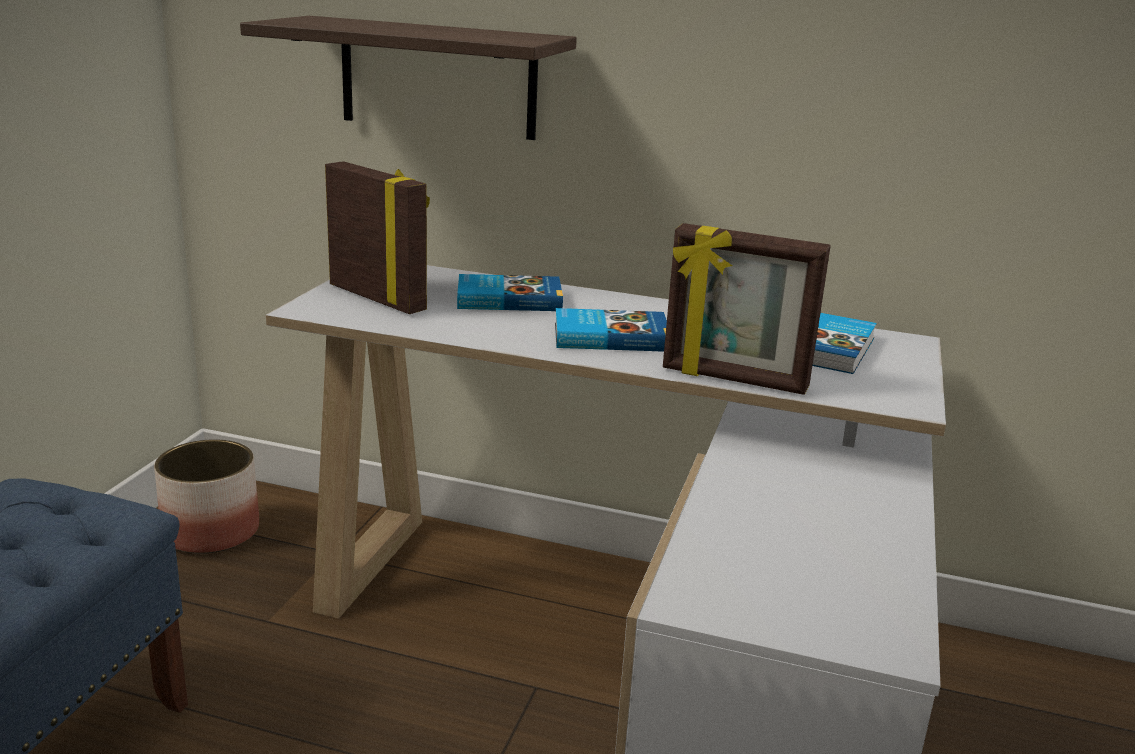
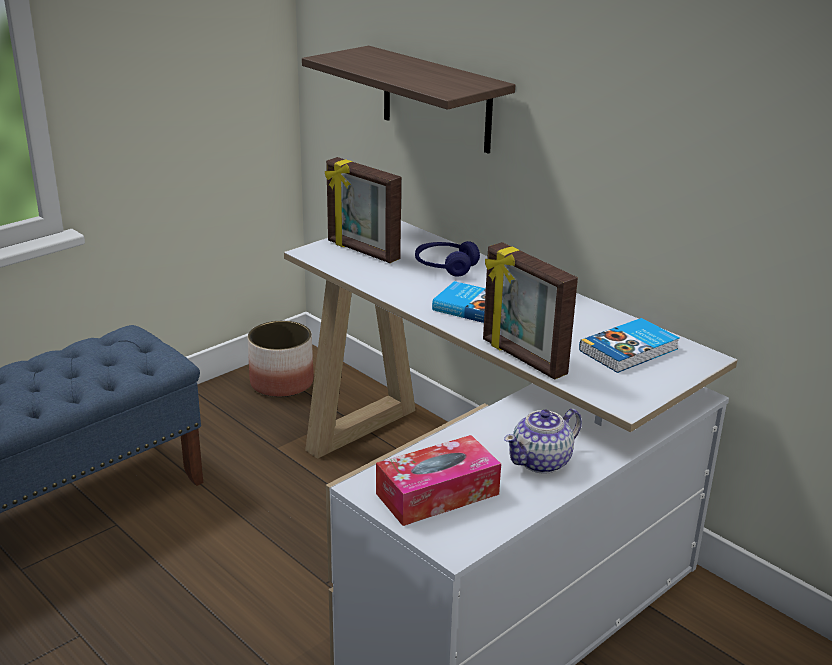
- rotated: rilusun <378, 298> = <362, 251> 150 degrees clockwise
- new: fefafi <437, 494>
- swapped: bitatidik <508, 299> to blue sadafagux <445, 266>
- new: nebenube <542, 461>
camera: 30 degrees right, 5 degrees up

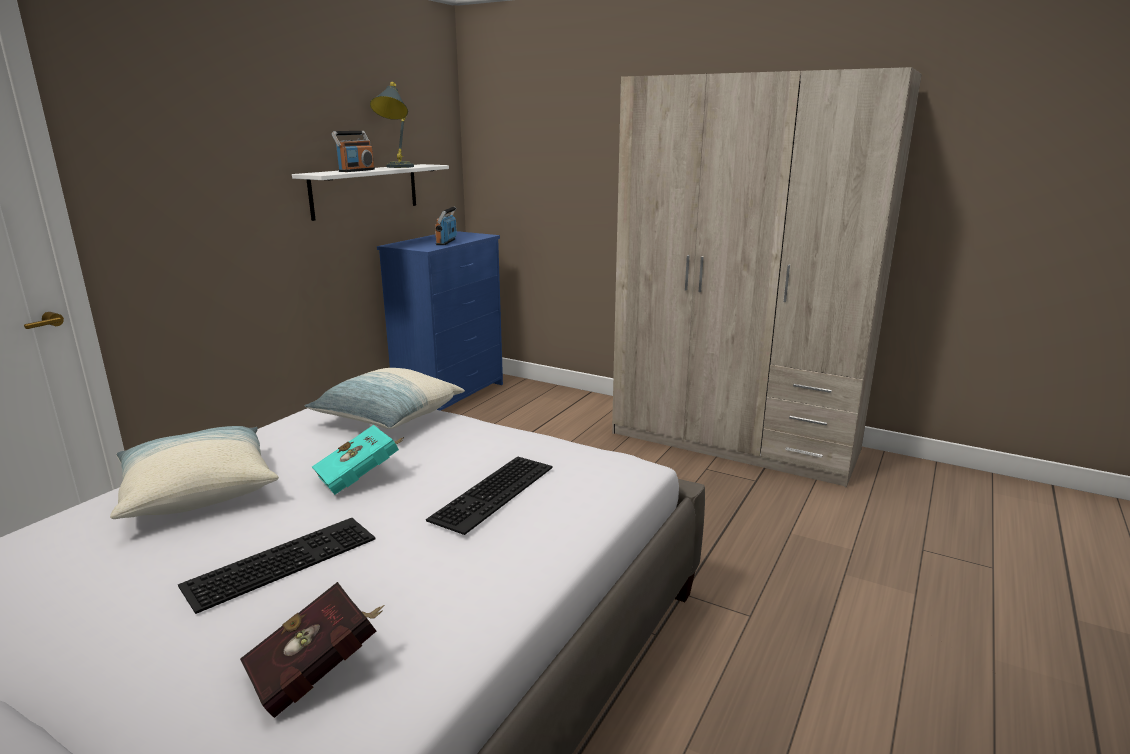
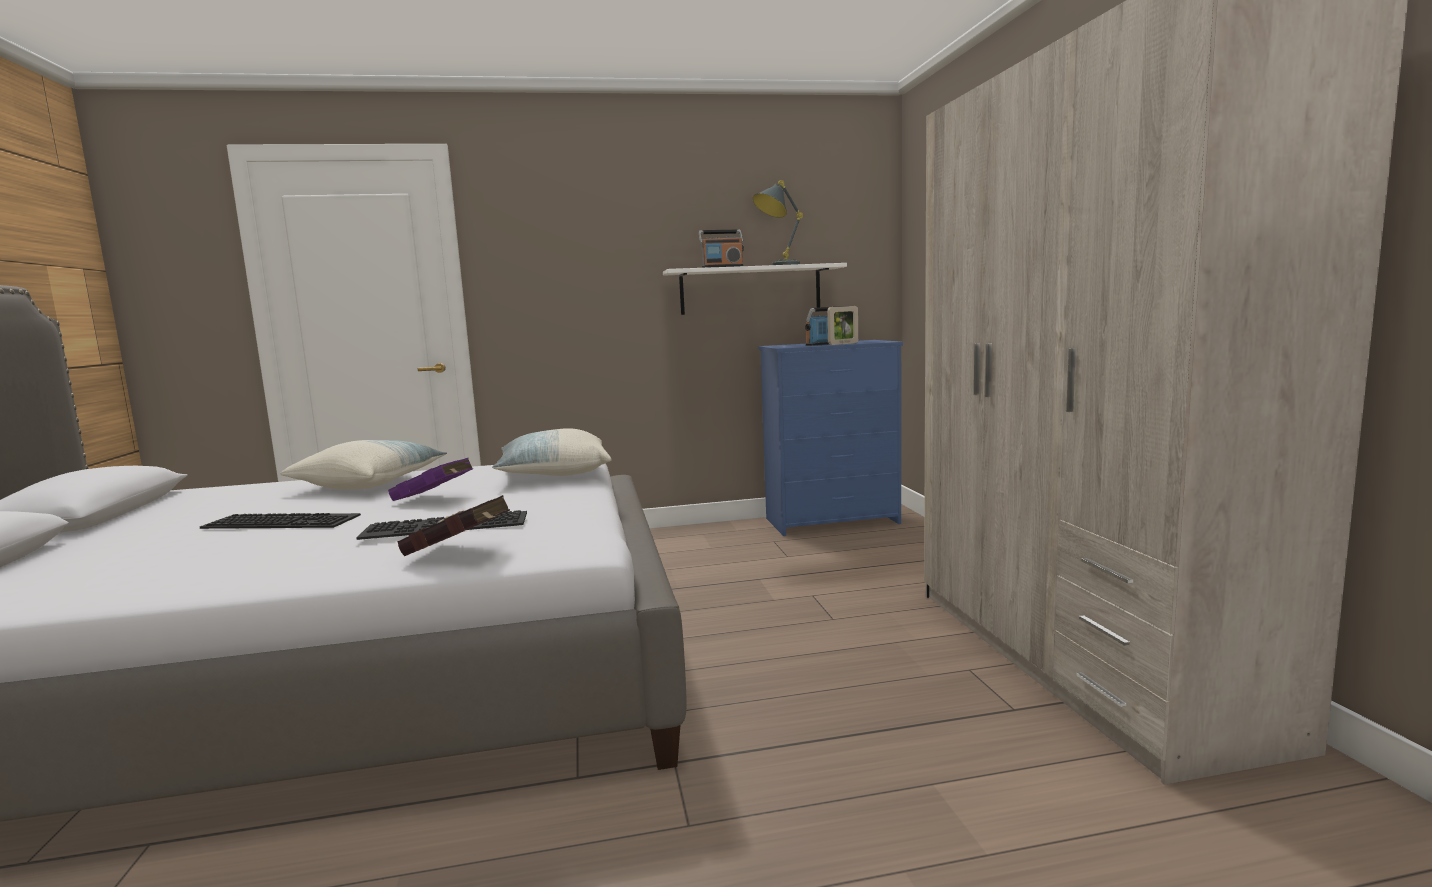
- repainted: turquoise bitatidik <361, 477> to purple bitatidik <435, 498>
- shifted: red bitatidik <319, 671> to <461, 551>
- new: rilusun <843, 344>
camera: 50 degrees right, 10 degrees down

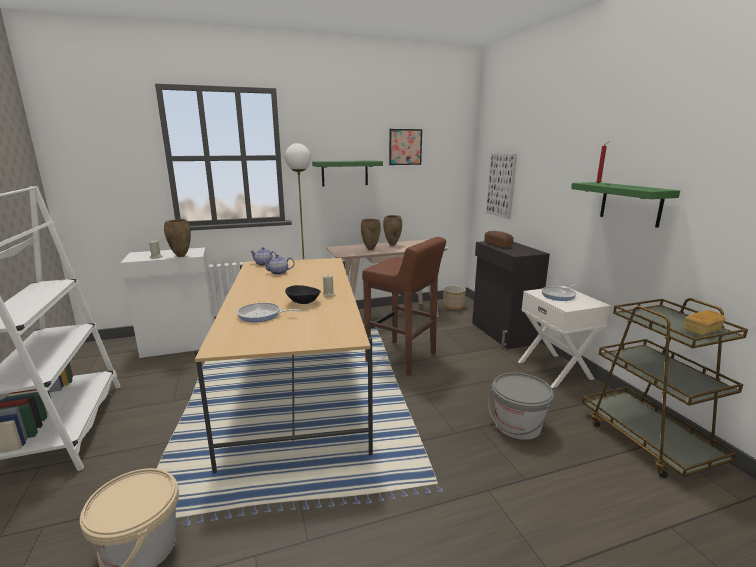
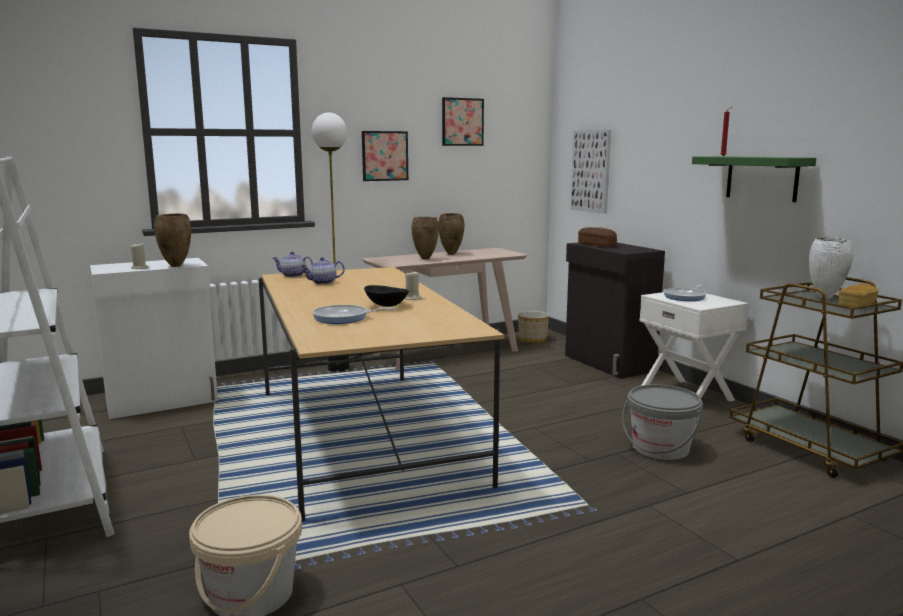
- swapped: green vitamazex <344, 173> to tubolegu <385, 156>
- new: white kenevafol <826, 298>
- gone: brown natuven <402, 358>
camera: 10 degrees left, 5 degrees down

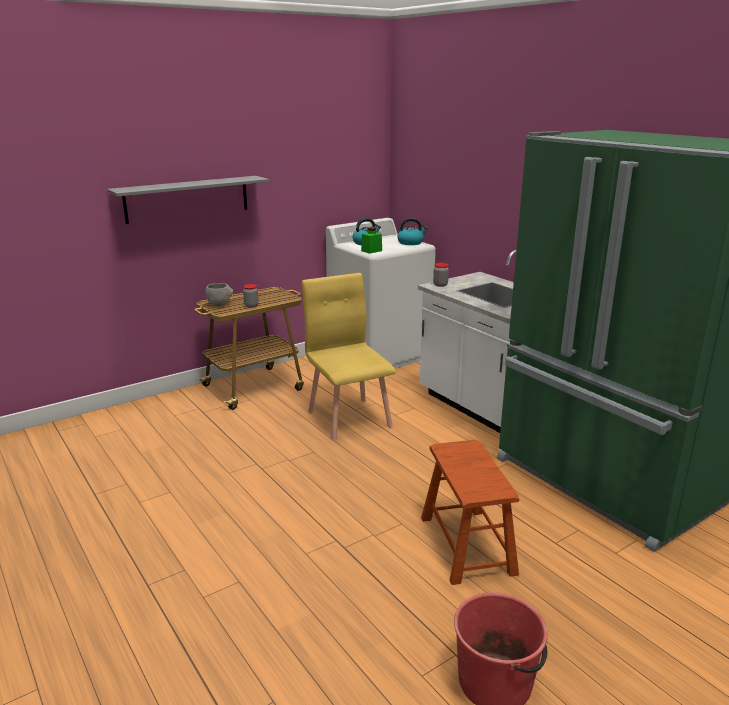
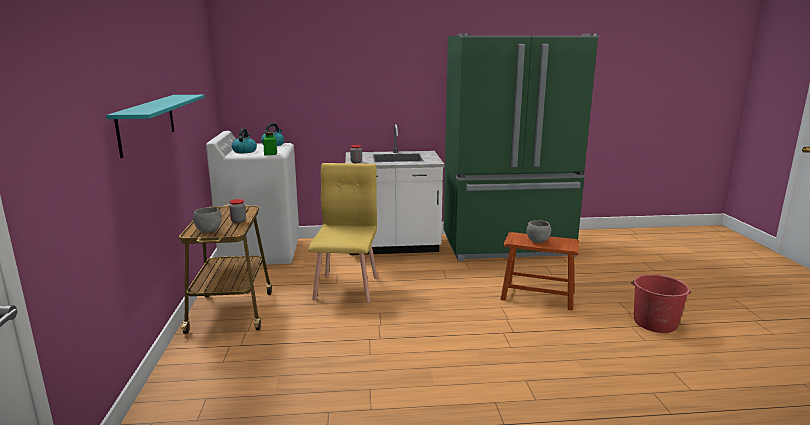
- repainted: grey vitamazex <187, 199> to turquoise vitamazex <147, 123>
- rotated: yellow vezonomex <349, 418> = <347, 288> 90 degrees clockwise
- new: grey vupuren <537, 241>
camera: 60 degrees left, 5 degrees down

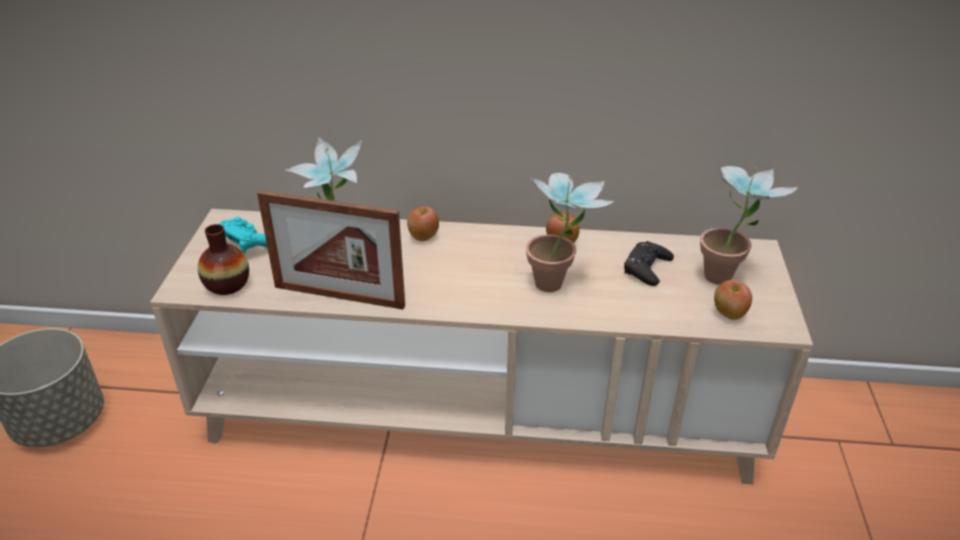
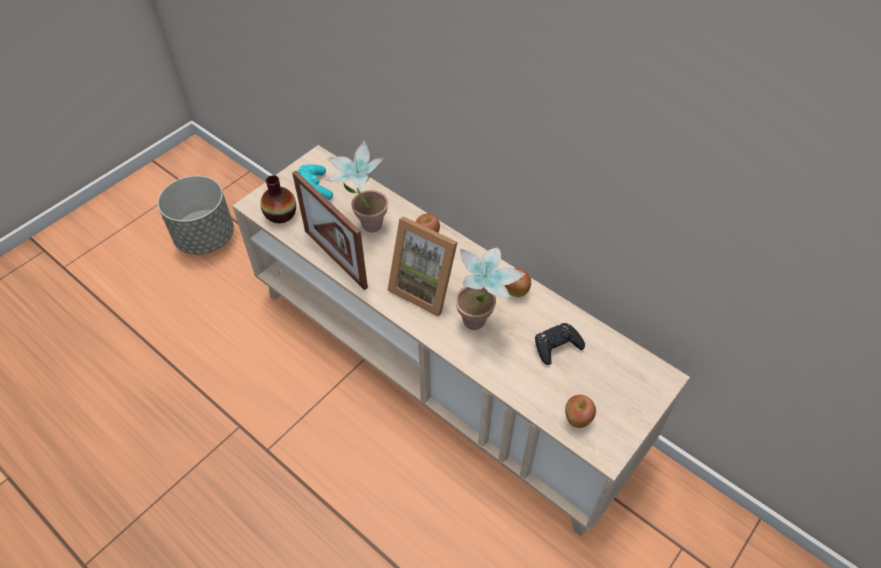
- new: rilusun <426, 287>
- gone: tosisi <727, 275>
camera: 35 degrees right, 15 degrees up

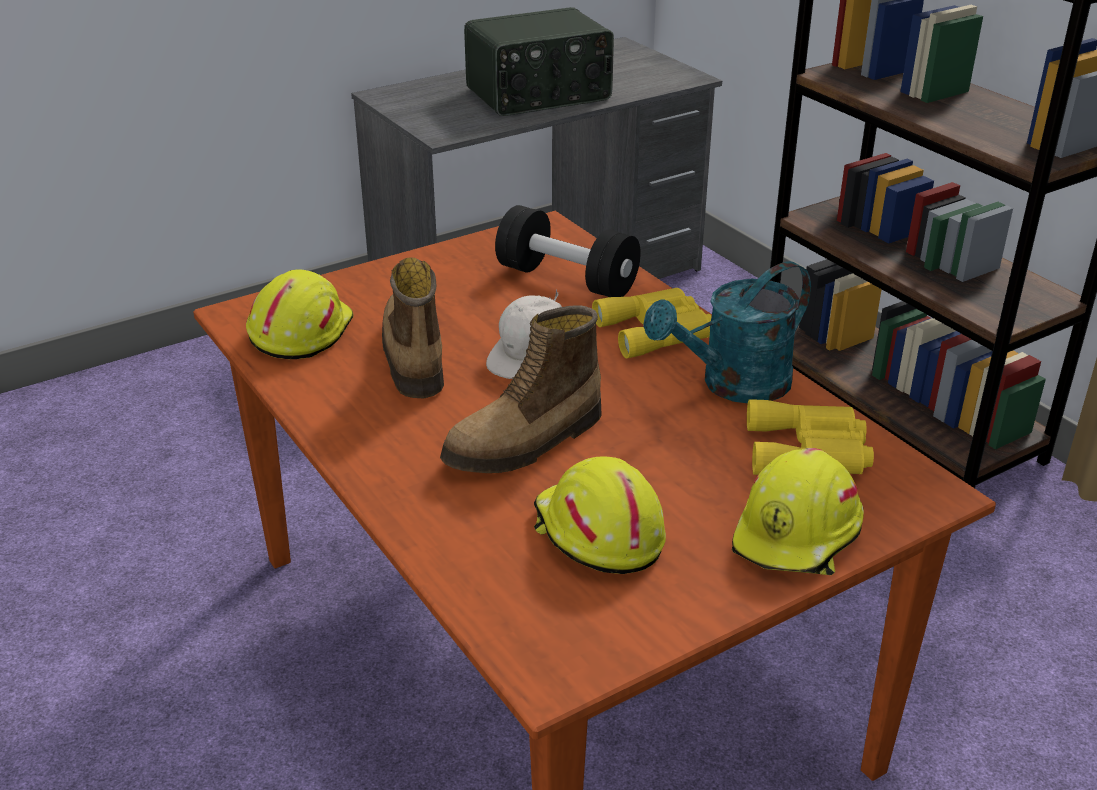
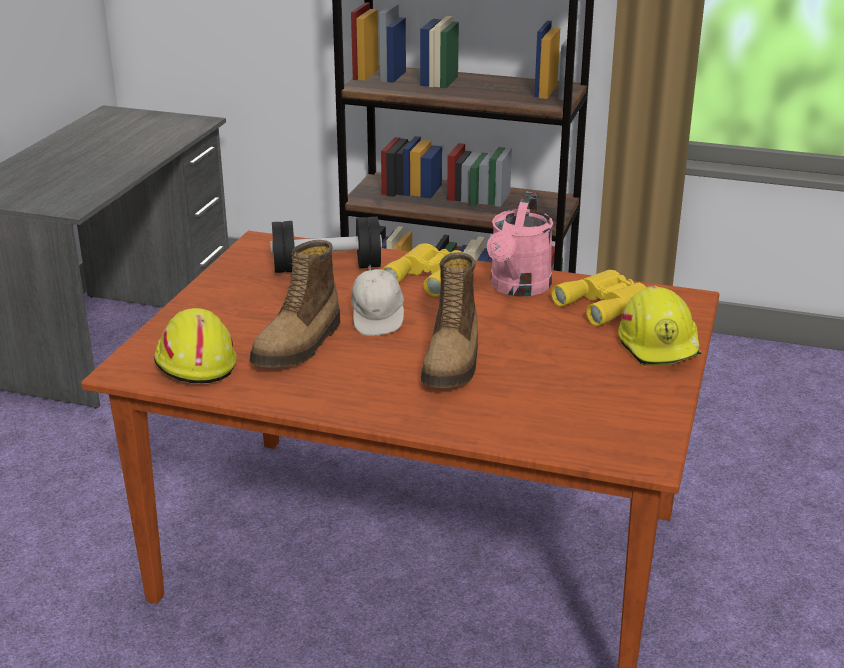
- rotated: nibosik <412, 355> = <299, 345> 105 degrees counterclockwise
- repainted: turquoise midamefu <733, 386> to pink midamefu <518, 288>
- gone: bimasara <539, 95>
- gone: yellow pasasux <597, 534>
camera: 40 degrees left, 5 degrees down

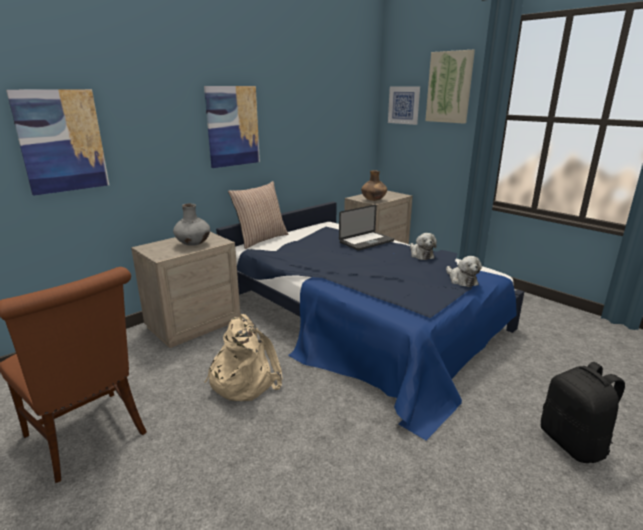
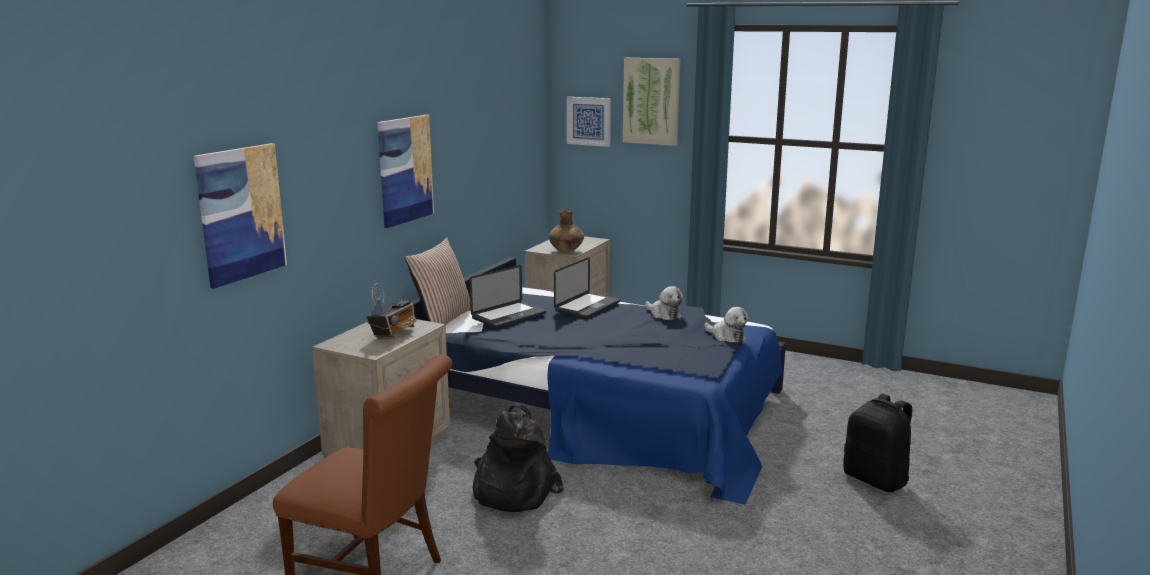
- swapped: grey kenevafol <193, 244> to bimasara <394, 333>
- new: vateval <509, 316>
- repainted: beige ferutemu <244, 380> to black ferutemu <511, 492>
camera: 20 degrees left, 5 degrees down

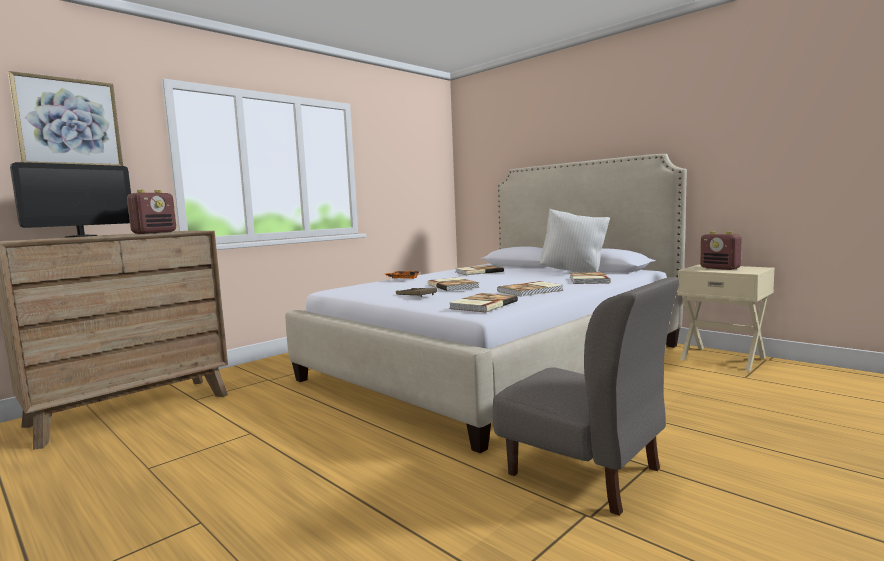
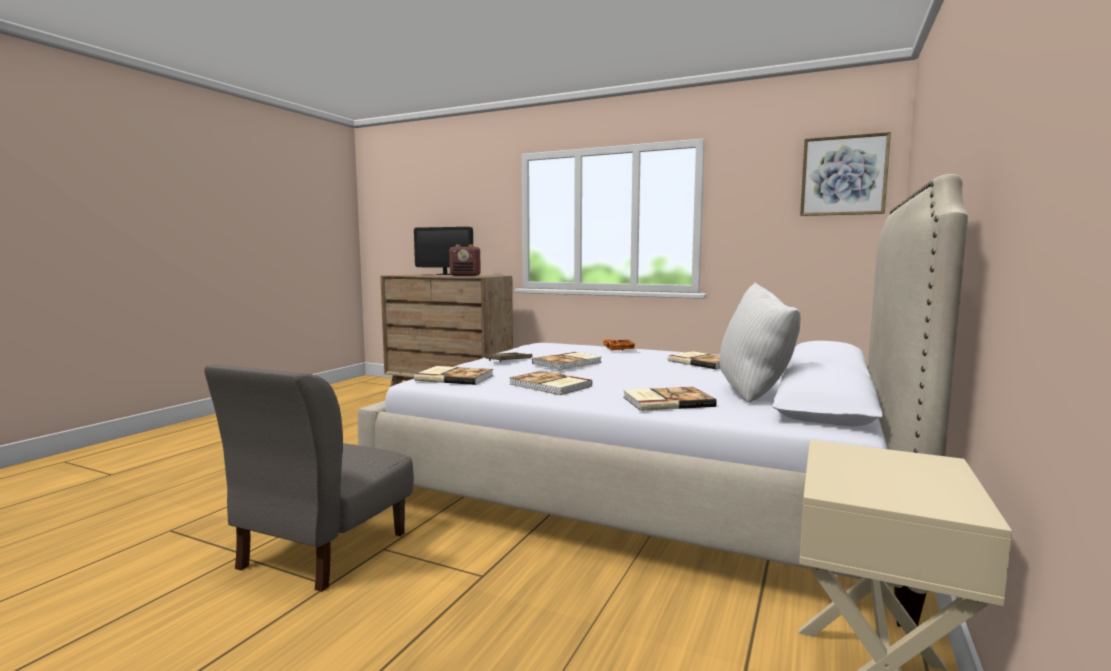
- shifted: tubolegu <68, 123> to <843, 175>
- gone: bimasara <720, 268>
camera: 70 degrees right, 0 degrees up

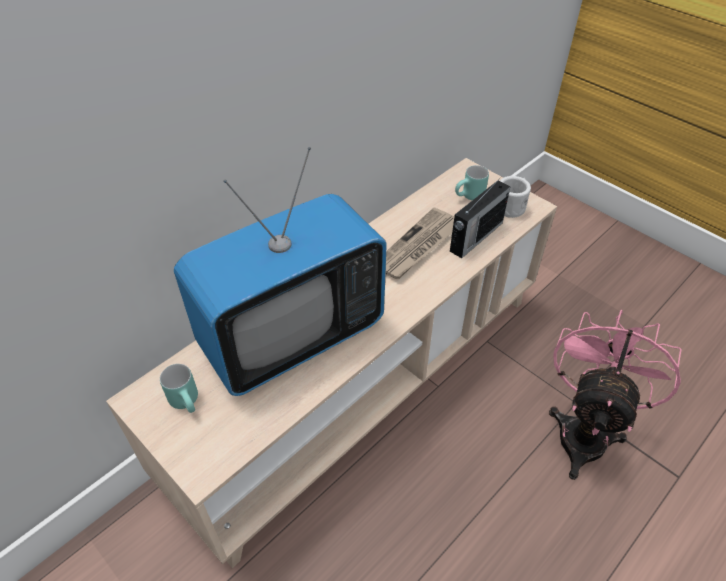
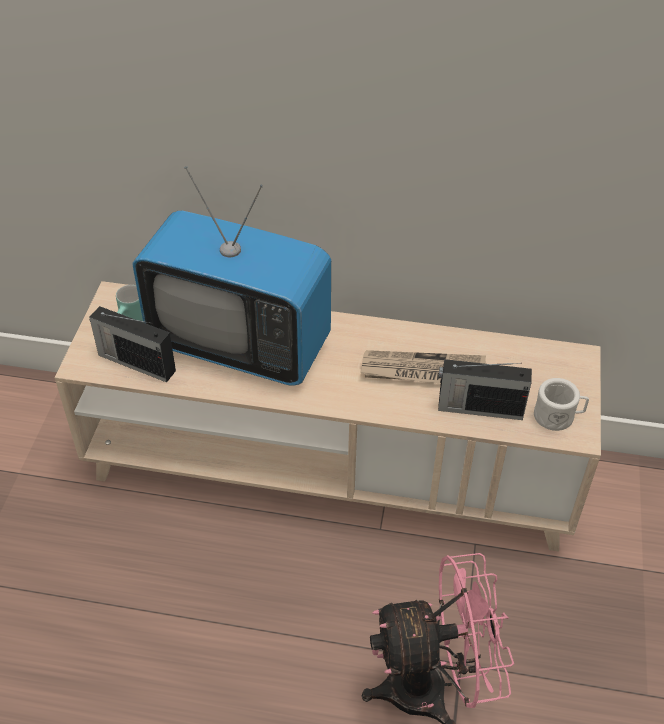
- new: bimasara <135, 362>
- gone: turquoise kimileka <470, 197>
camera: 55 degrees right, 0 degrees up

